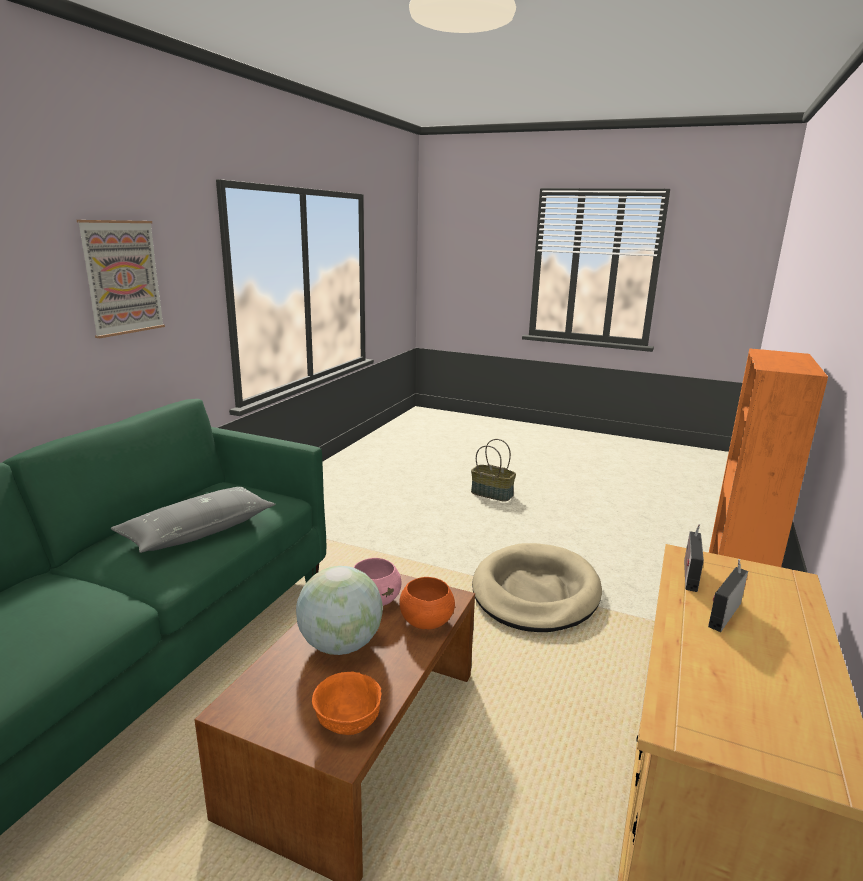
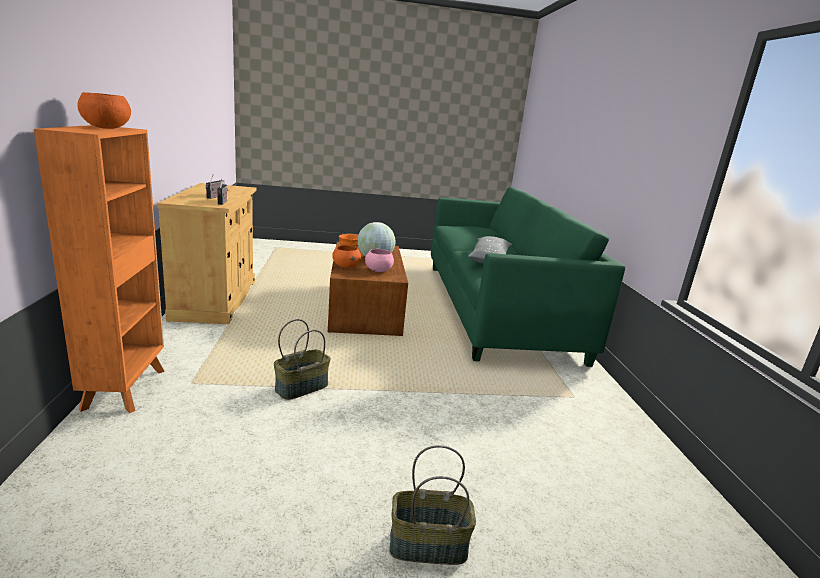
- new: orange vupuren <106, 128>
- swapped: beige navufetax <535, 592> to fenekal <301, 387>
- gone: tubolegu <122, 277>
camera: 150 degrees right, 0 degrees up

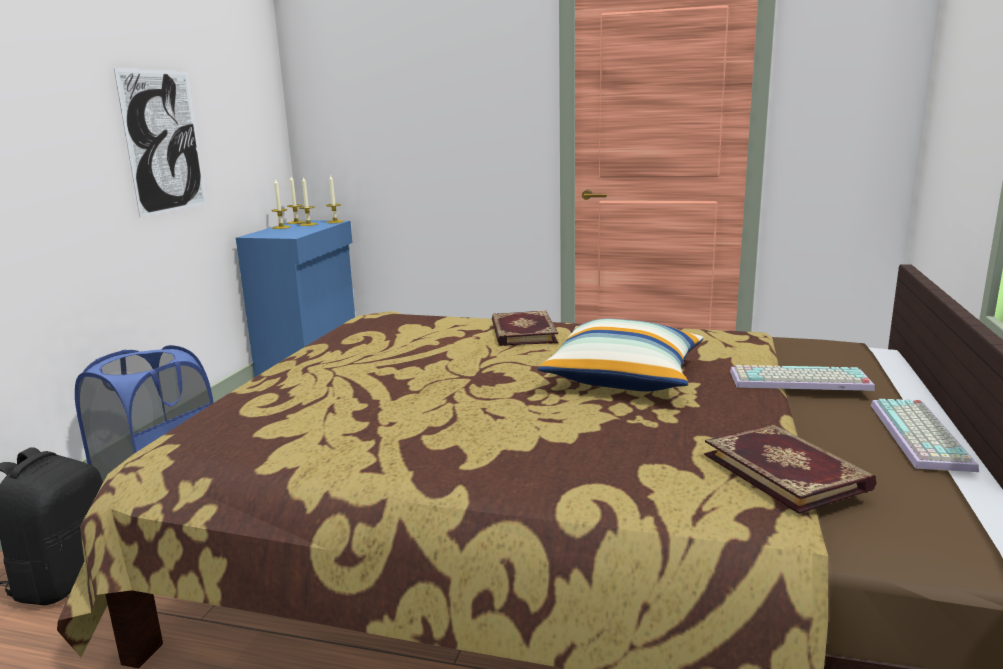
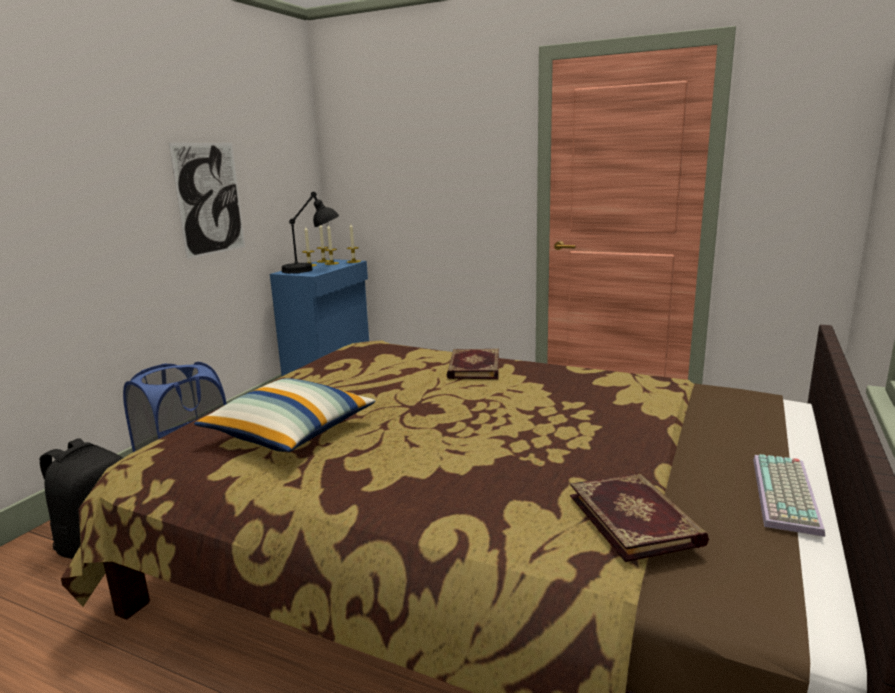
- shifted: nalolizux <624, 377> to <290, 434>
- new: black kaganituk <311, 269>
- gone: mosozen <798, 381>
camera: 10 degrees right, 0 degrees up

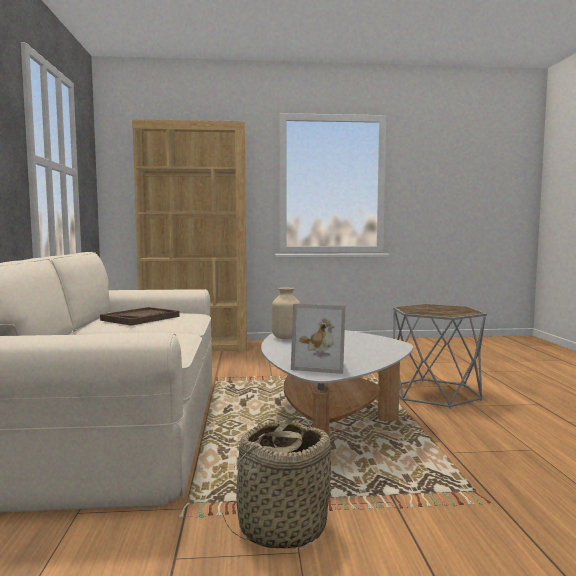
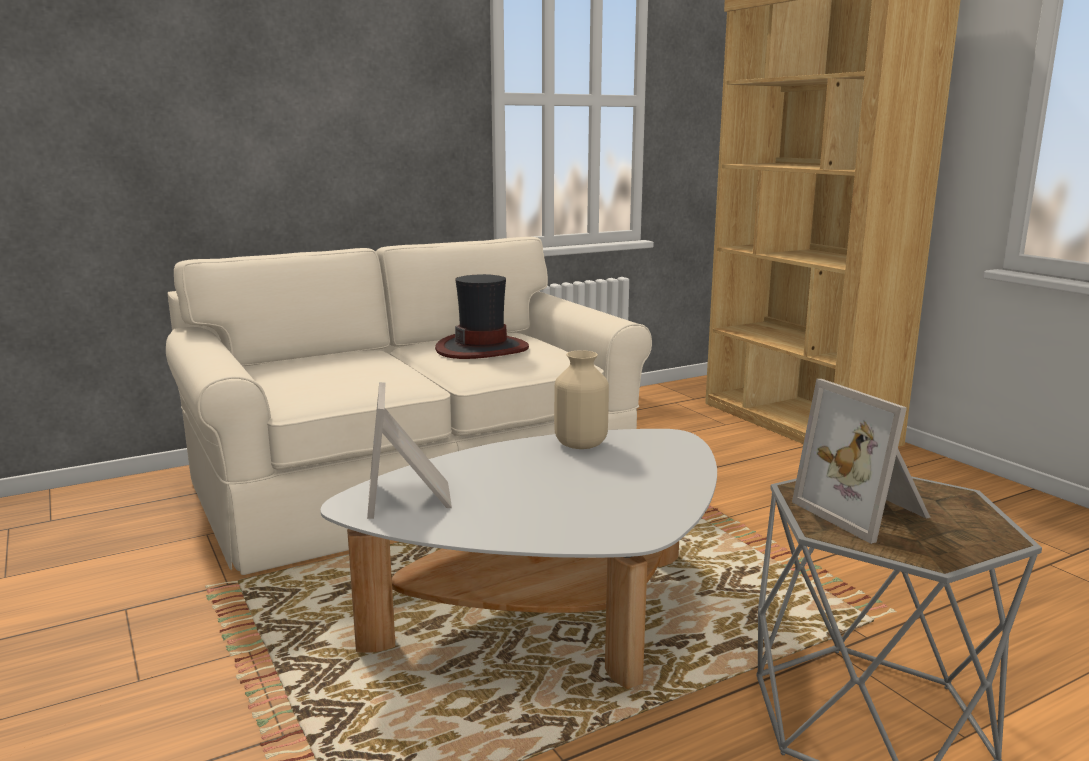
- swapped: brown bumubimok <140, 318> to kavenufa <482, 348>
- new: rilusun <866, 512>
- gone: fenekal <281, 527>
camera: 65 degrees right, 10 degrees up

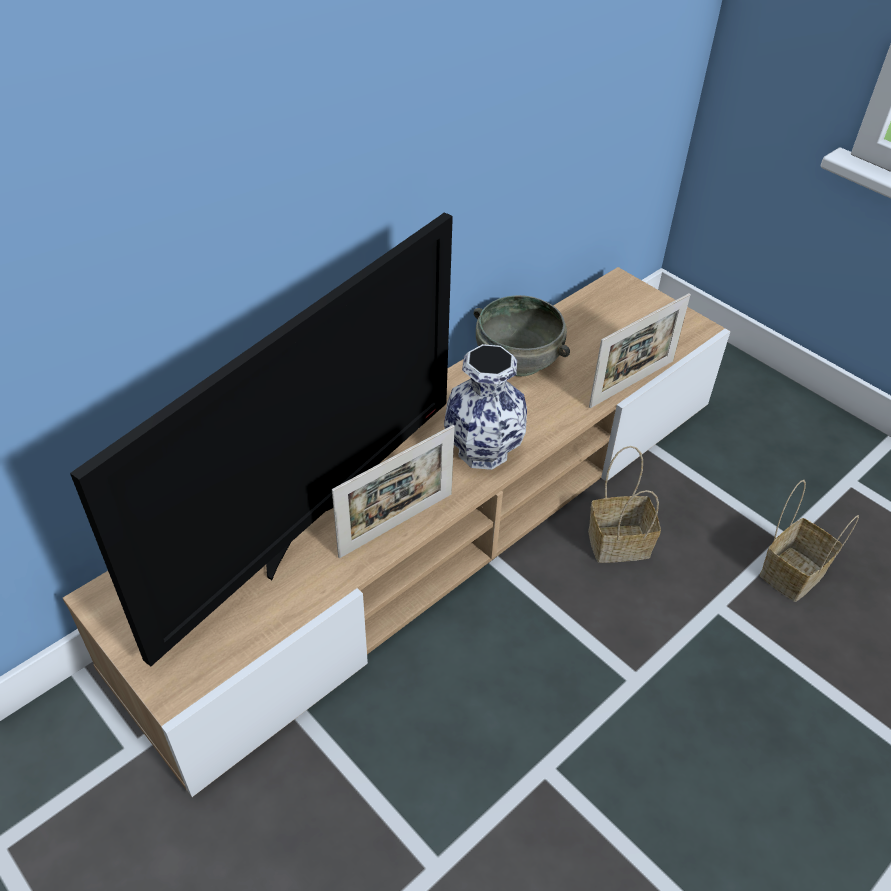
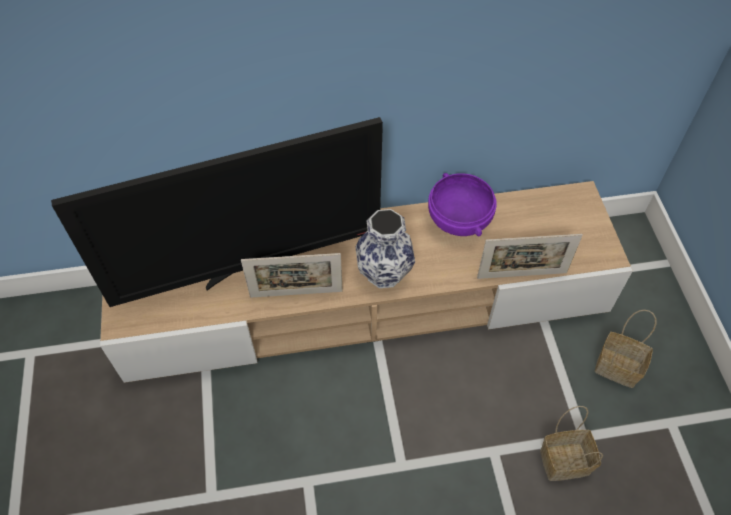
- repainted: grey vupuren <519, 360> to purple vupuren <460, 220>
- shifted: fenekal <620, 542> to <619, 367>
camera: 35 degrees right, 10 degrees up

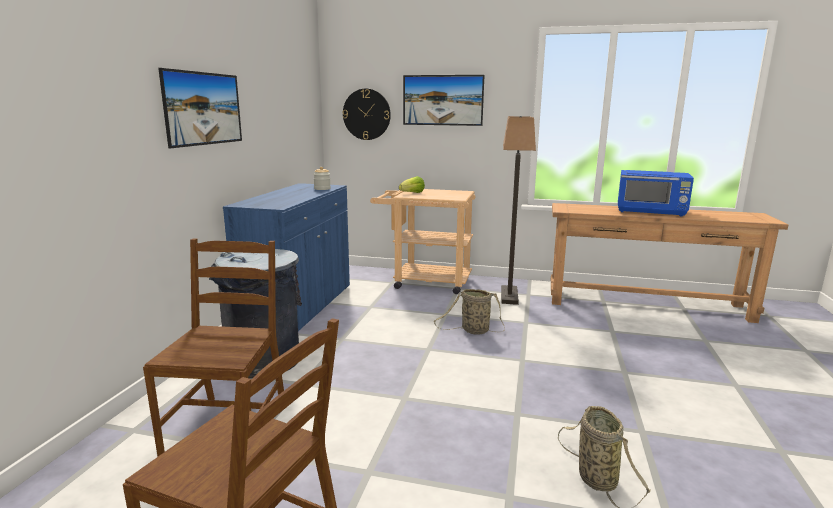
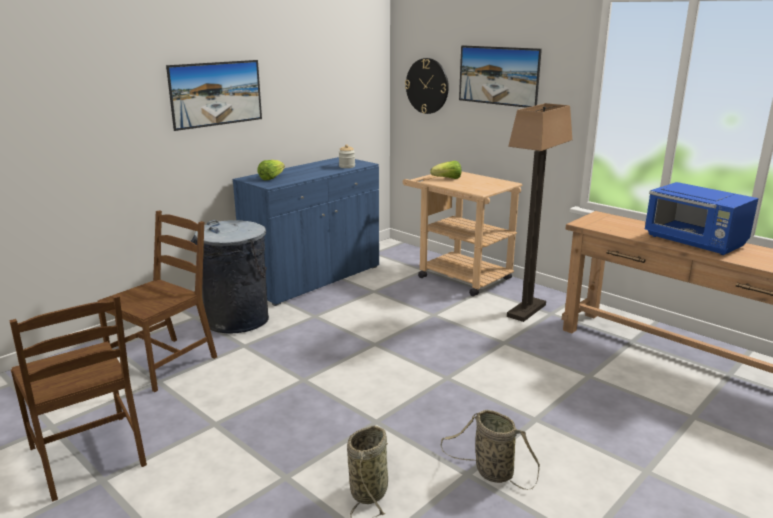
- new: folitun <271, 178>
- shifted: fenekal <473, 331> to <490, 472>
camera: 30 degrees right, 5 degrees up

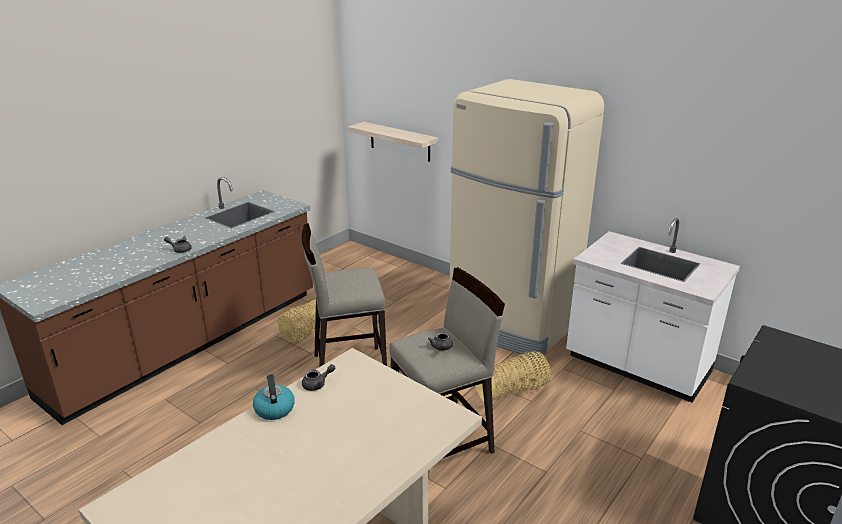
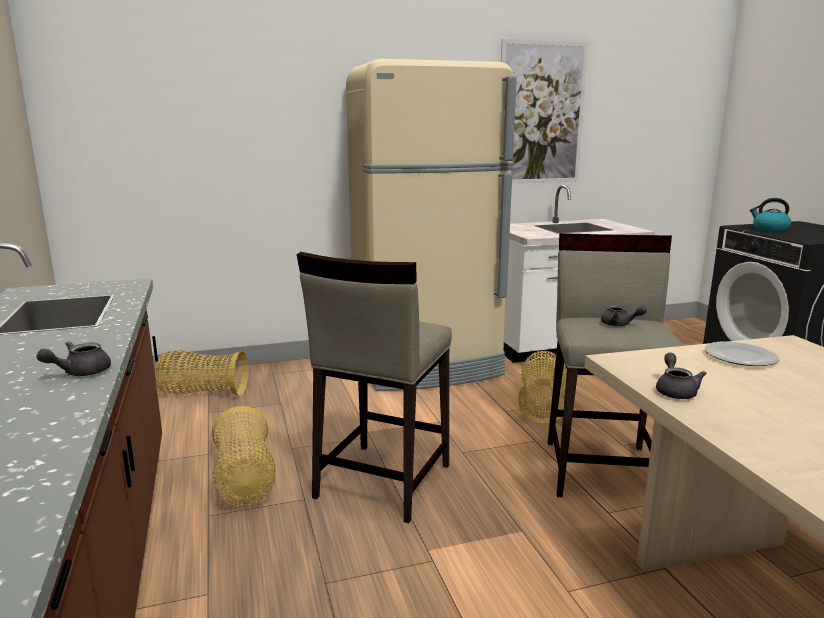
- new: fenekal <203, 393>
- new: tubolegu <541, 113>
- new: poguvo <740, 357>
- shifted: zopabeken <274, 409> to <769, 229>
- gone: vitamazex <400, 141>
camera: 55 degrees left, 10 degrees down

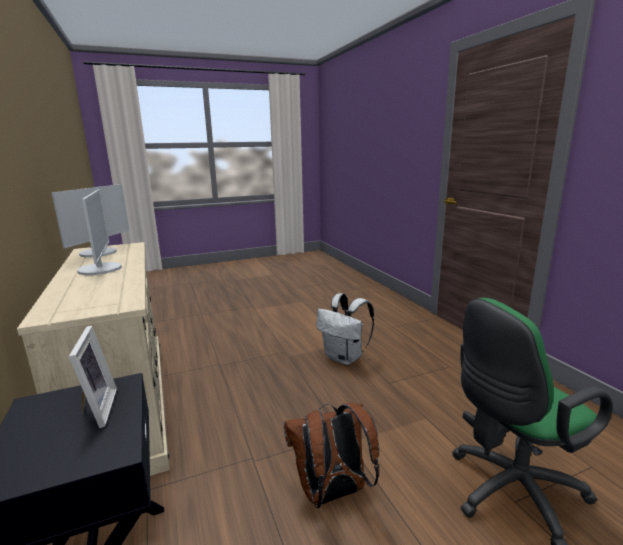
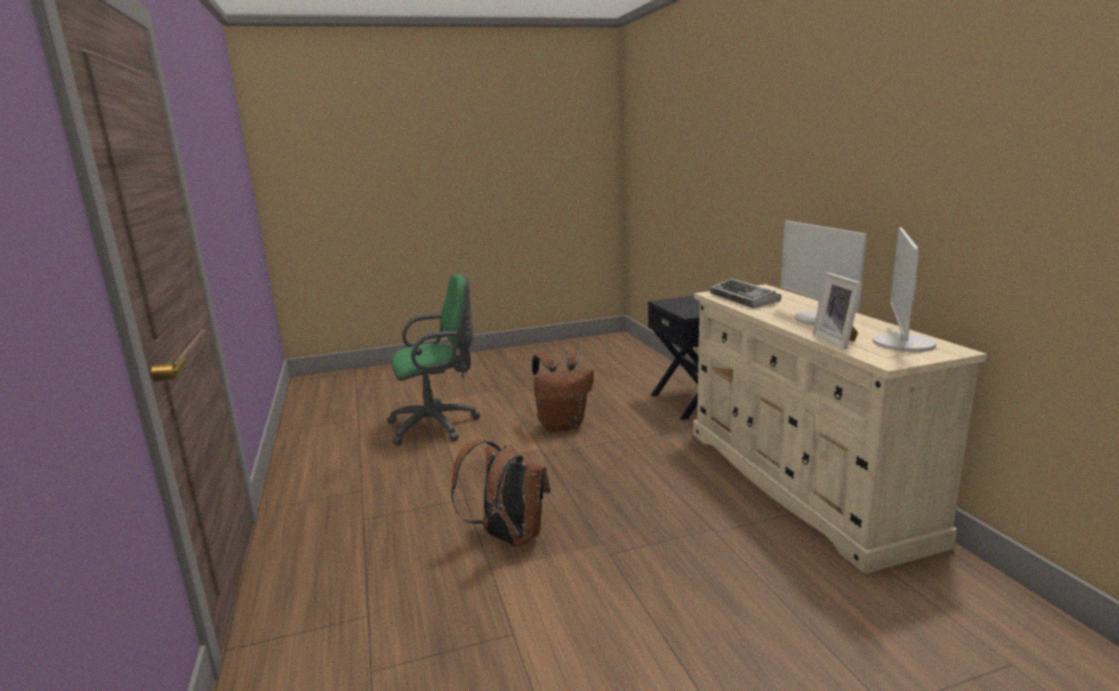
- repainted: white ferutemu <345, 358> to brown ferutemu <507, 537>
- new: mosozen <744, 299>
- shifted: rilusun <95, 409> to <838, 340>
camera: 175 degrees left, 0 degrees up

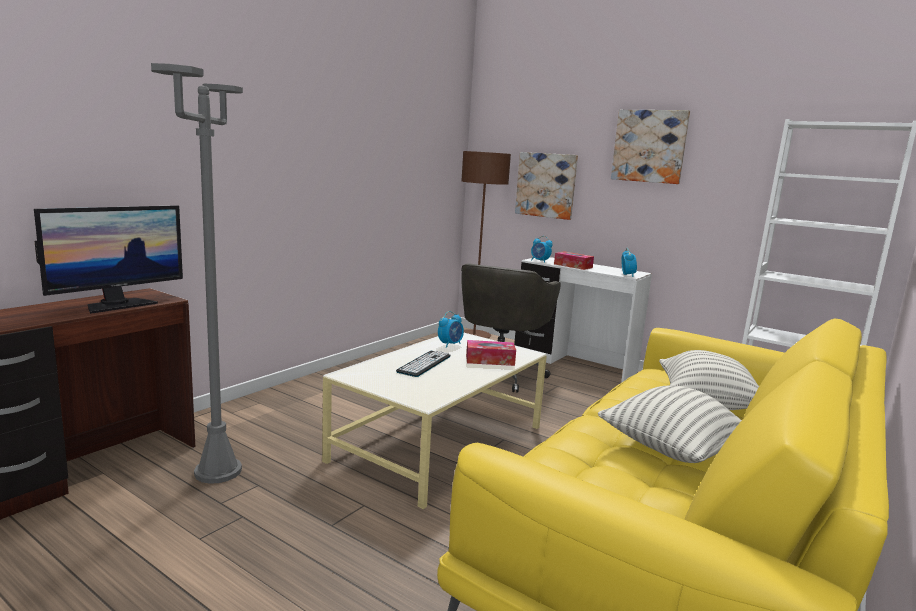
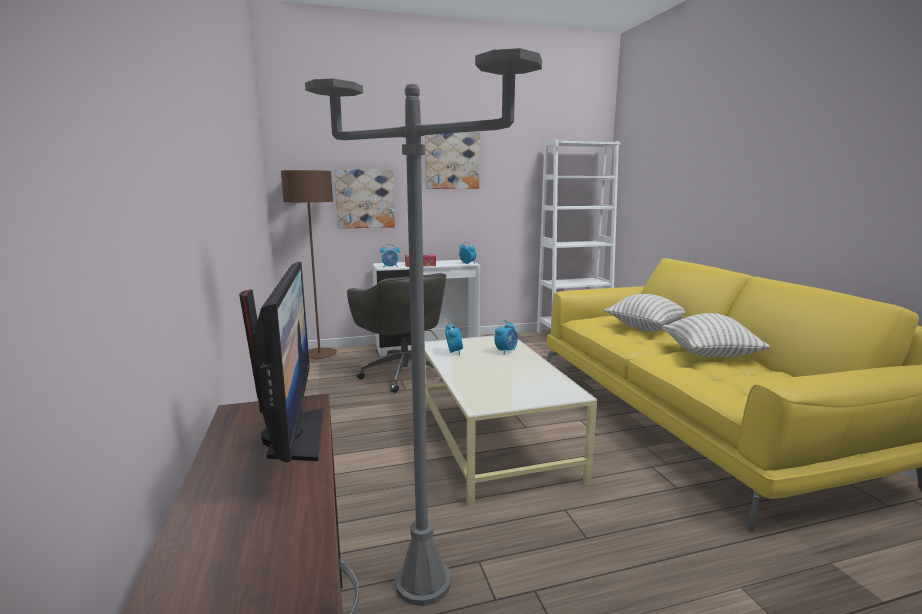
- swapped: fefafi <490, 360> to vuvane <506, 351>
- gone: mosozen <424, 364>
camera: 50 degrees left, 0 degrees up

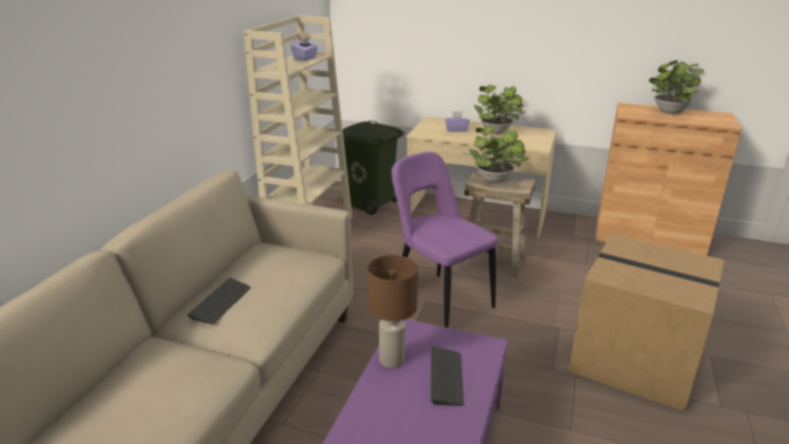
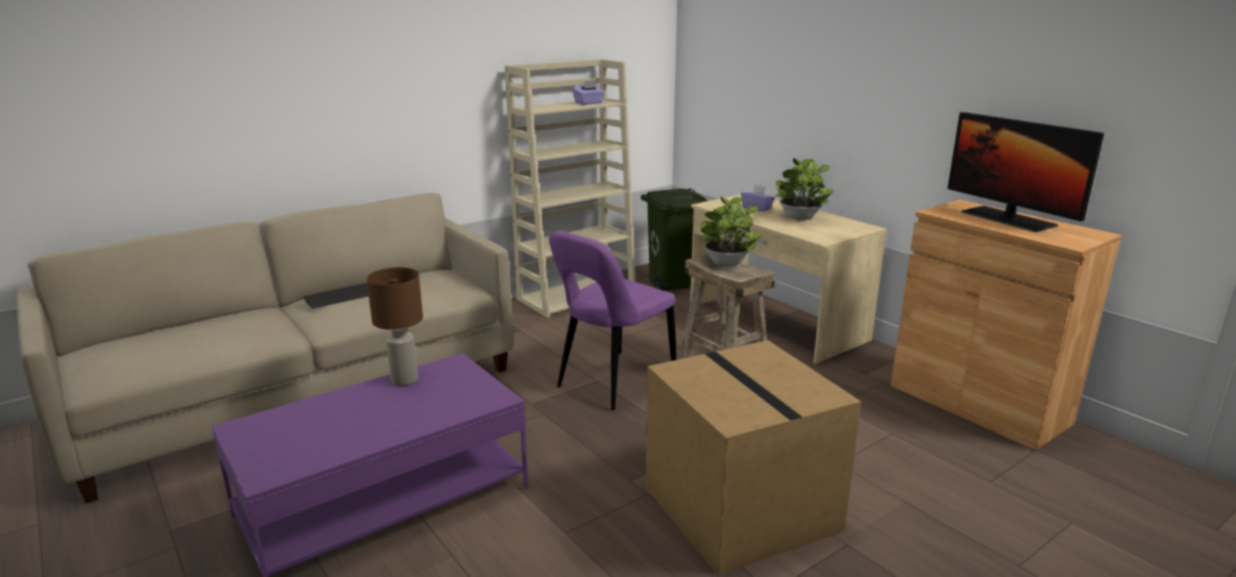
- rotated: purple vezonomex <438, 299> = <612, 383> 135 degrees counterclockwise
- swapped: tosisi <669, 112> to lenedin <1008, 219>
- gone: mosozen <446, 377>
camera: 35 degrees right, 5 degrees down

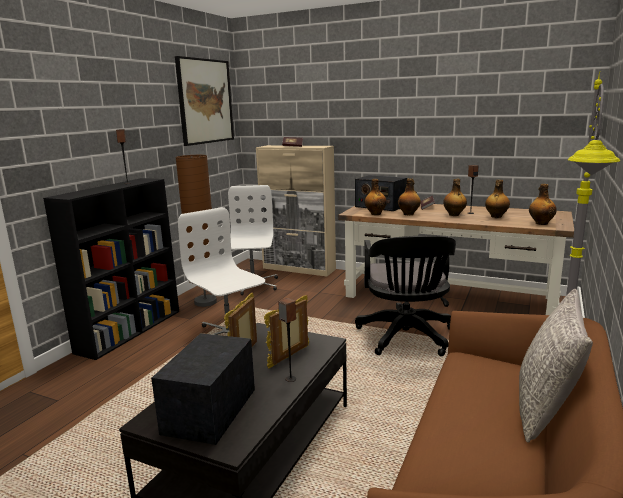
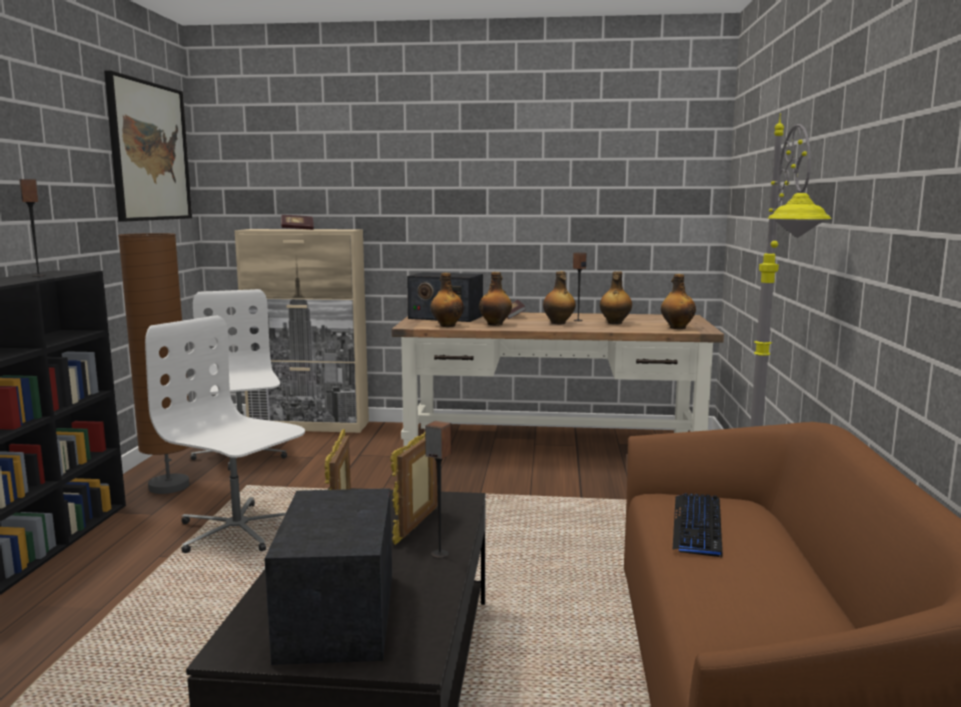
- new: mosozen <698, 525>
- gone: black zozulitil <406, 338>
- gone: grey nalolizux <545, 409>
camera: 20 degrees left, 5 degrees down

